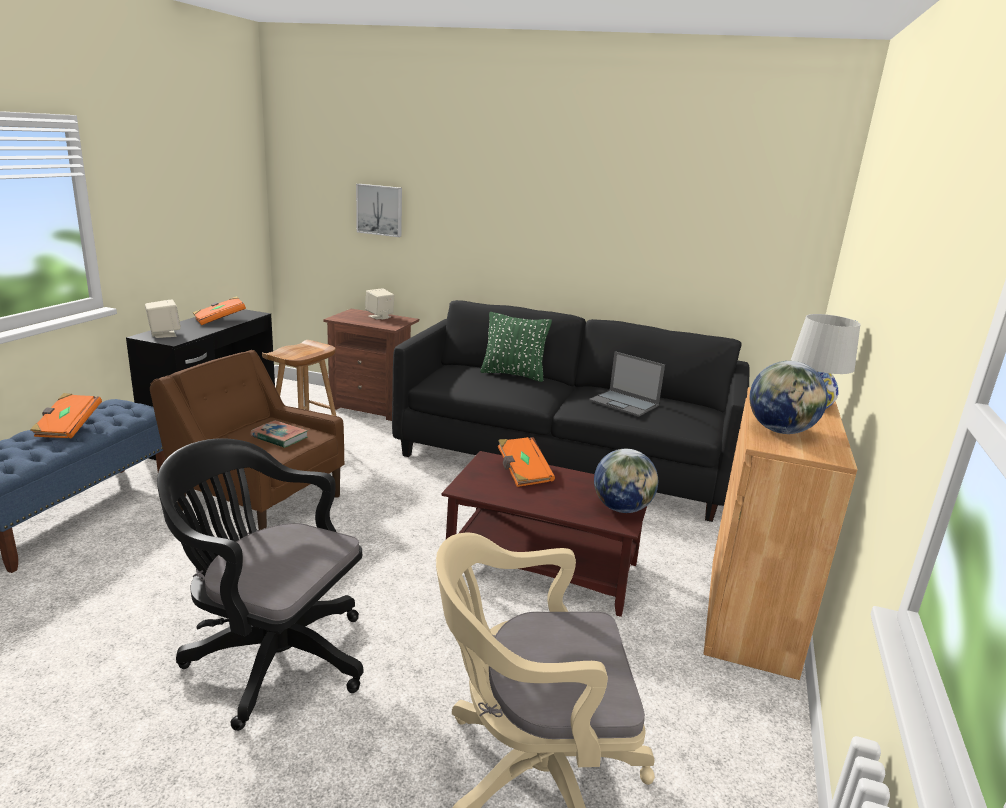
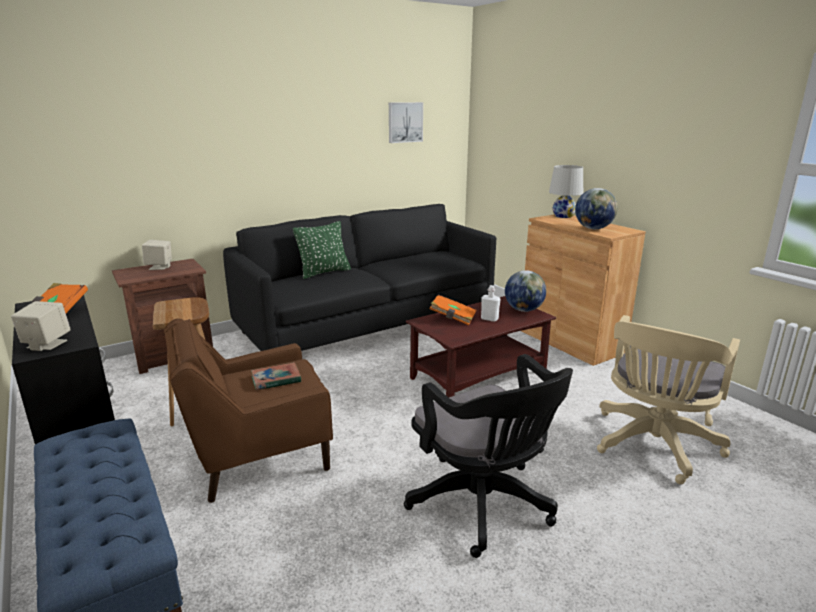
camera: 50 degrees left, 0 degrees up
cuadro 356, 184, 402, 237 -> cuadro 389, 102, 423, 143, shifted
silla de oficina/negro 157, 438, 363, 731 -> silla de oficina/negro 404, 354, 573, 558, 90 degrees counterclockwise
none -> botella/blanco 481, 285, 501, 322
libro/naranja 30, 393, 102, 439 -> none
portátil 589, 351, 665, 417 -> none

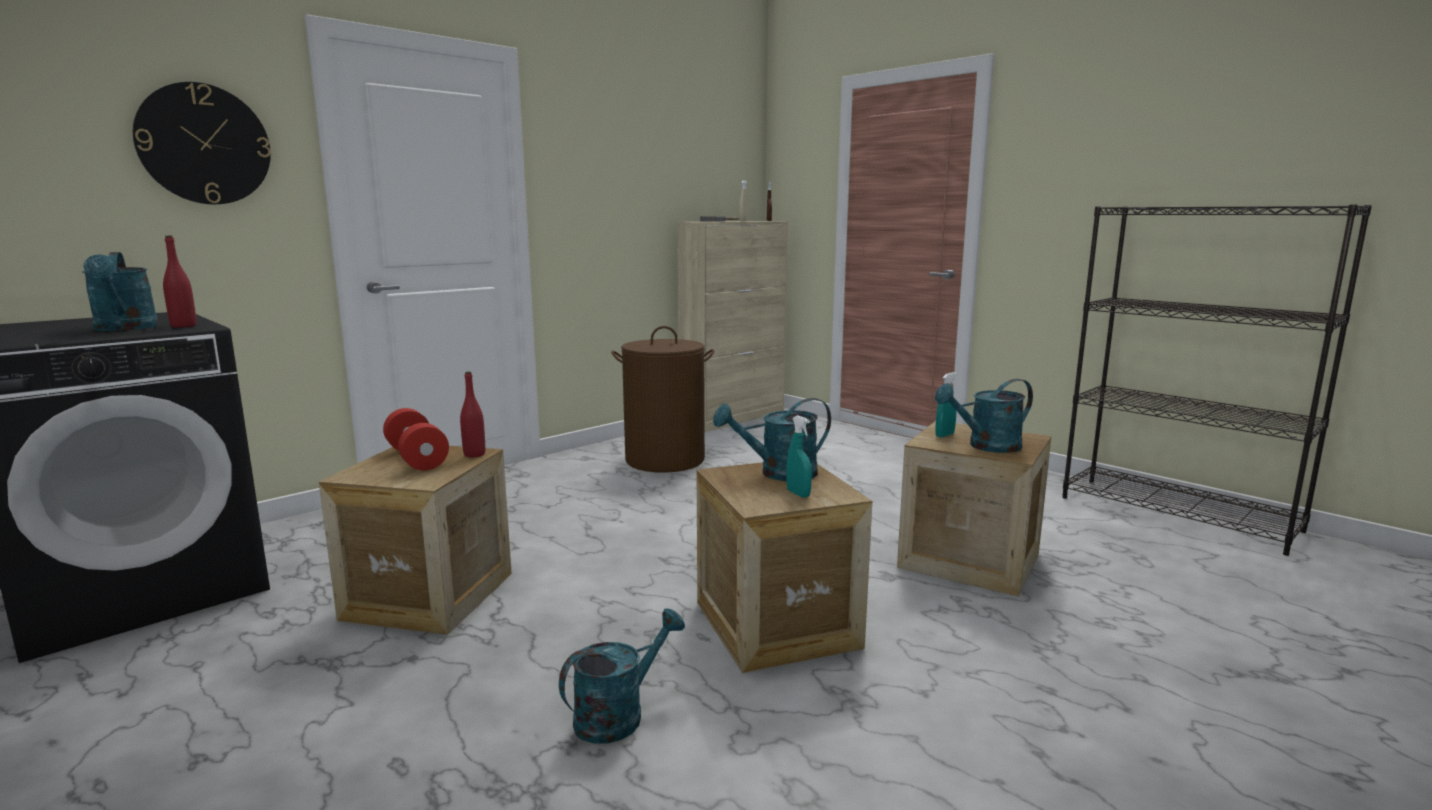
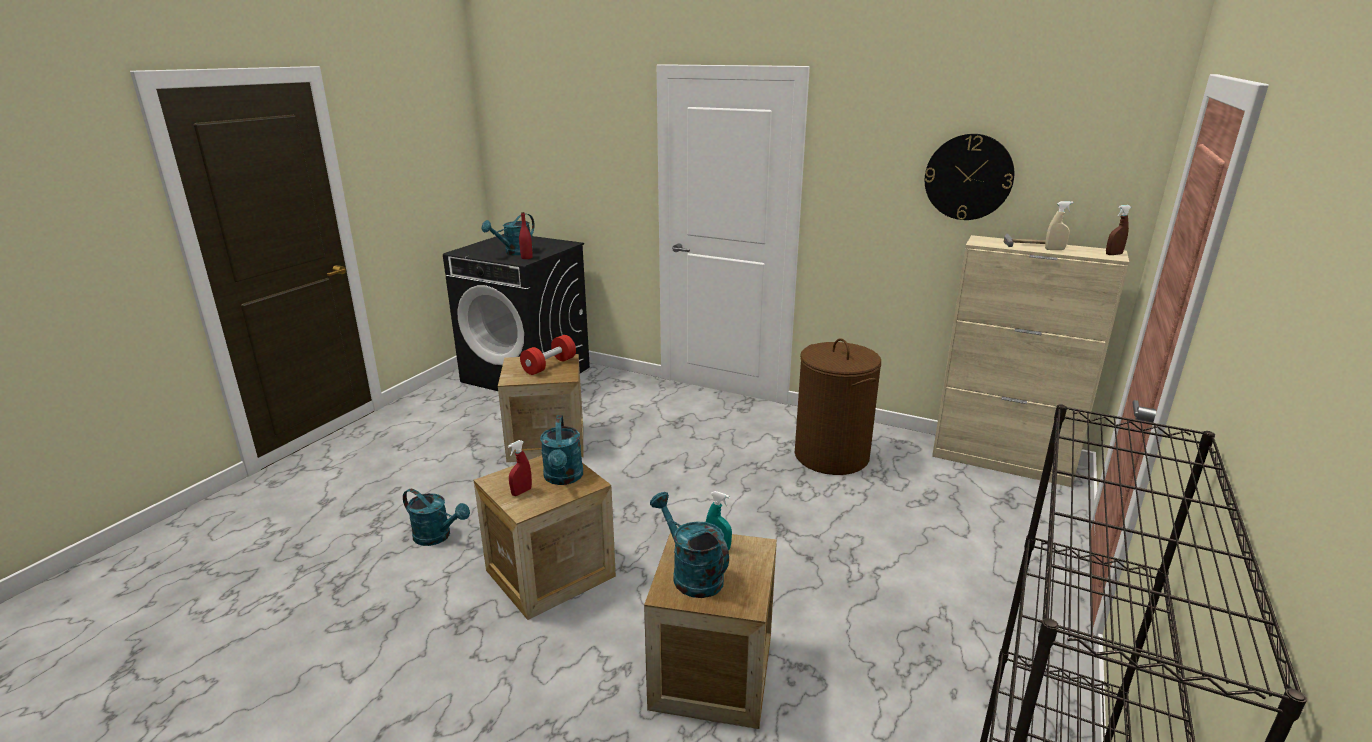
camera: 70 degrees right, 10 degrees up
pulverizador/turquesa 786, 416, 812, 498 -> pulverizador/rojo 508, 440, 532, 496
regadera/turquesa 713, 398, 831, 481 -> regadera/turquesa 540, 415, 583, 485, 150 degrees counterclockwise
reloj de pared 133, 82, 271, 204 -> reloj de pared 925, 134, 1014, 220, shifted
botella/rojo 460, 371, 485, 457 -> none

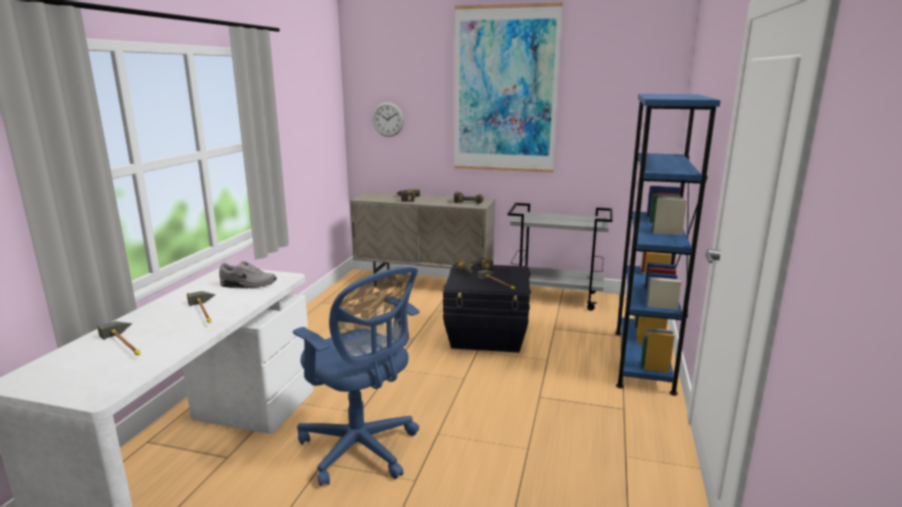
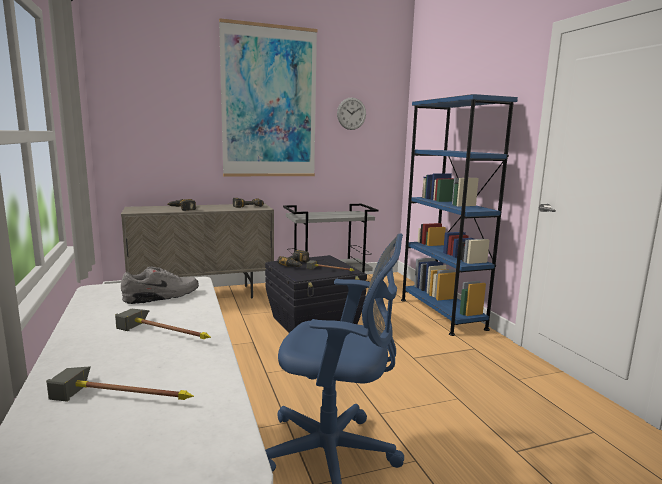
camera: 35 degrees left, 5 degrees down
reloj de pared 372, 102, 404, 137 -> reloj de pared 337, 97, 366, 130, shifted

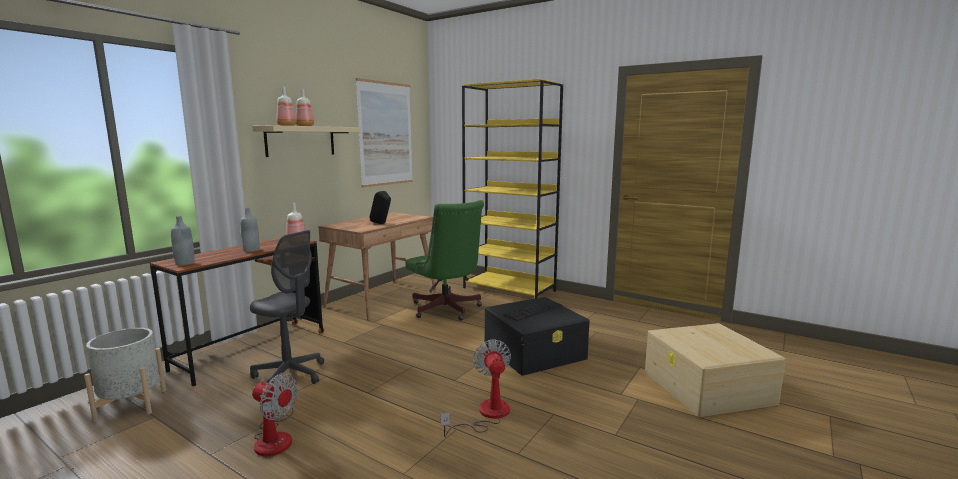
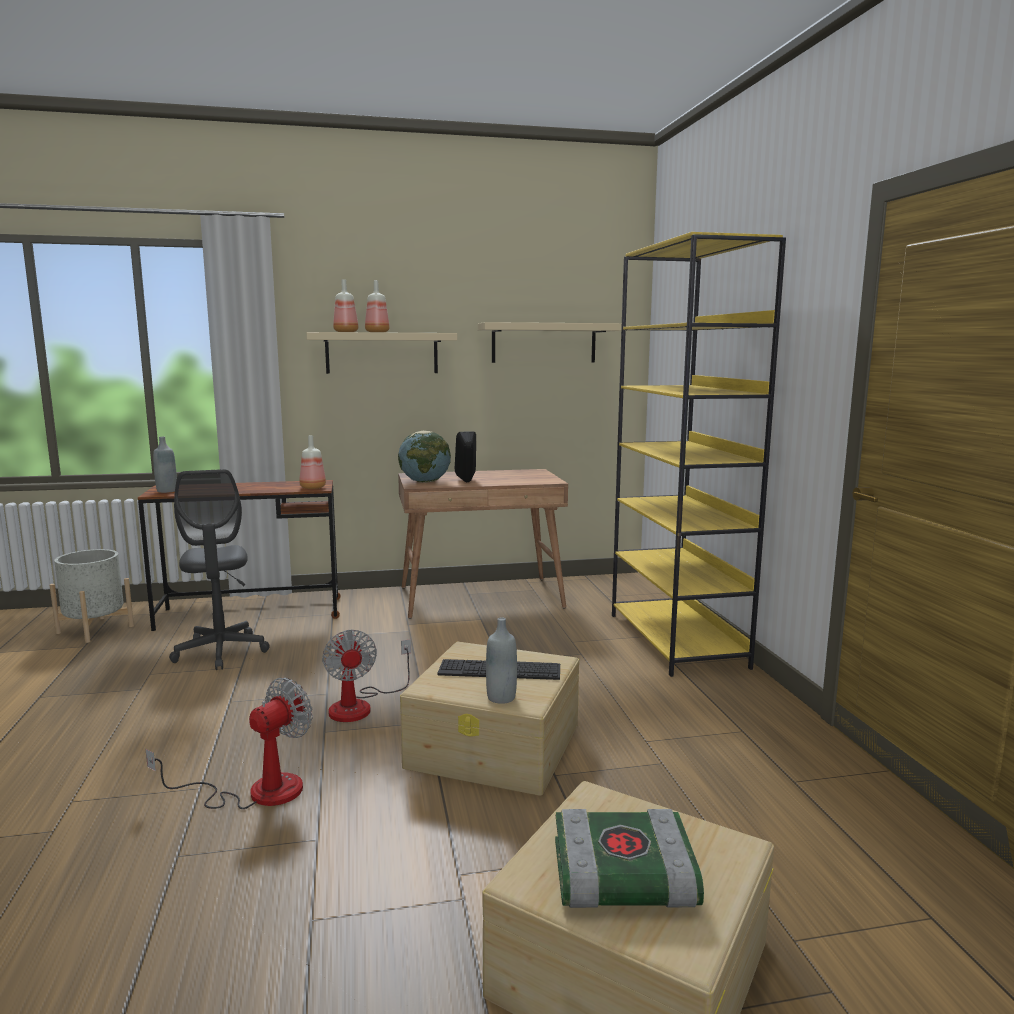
camera: 45 degrees right, 0 degrees up
ventilador 252, 373, 298, 457 -> ventilador 322, 630, 411, 722, shifted
none -> globo terráqueo 398, 431, 451, 483
caja de almacenaje/negro 484, 297, 590, 376 -> caja de almacenaje/beis 400, 641, 579, 796
cuadro 356, 78, 413, 188 -> estante/beis 478, 322, 622, 363
botella/gris 240, 208, 260, 252 -> botella/gris 486, 617, 517, 704, shifted
none -> libro 555, 809, 704, 908
silla de oficina/verde 405, 200, 484, 320 -> none

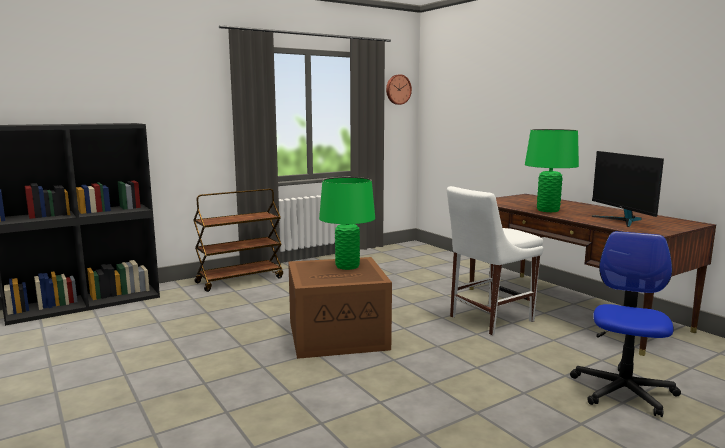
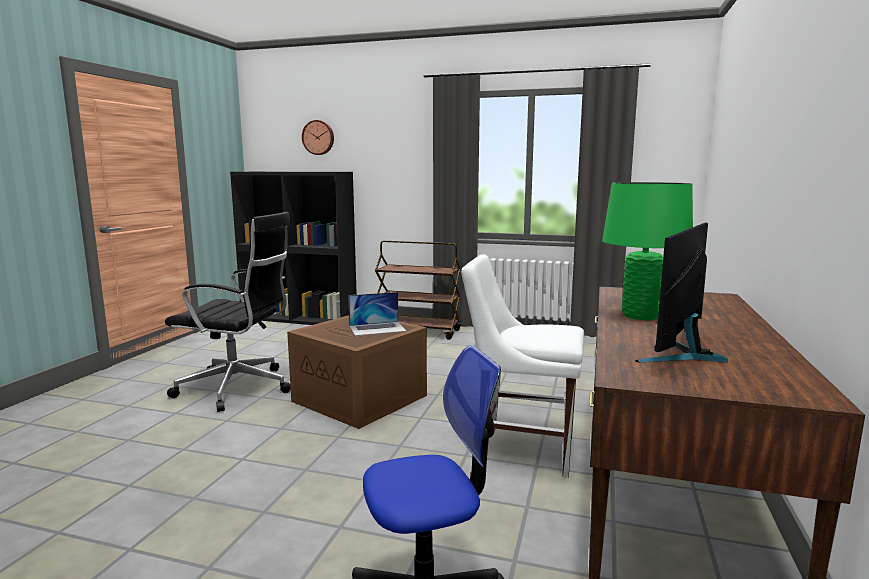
camera: 50 degrees right, 0 degrees up
none -> silla de oficina/negro 165, 212, 291, 412
reloj de pared 386, 74, 412, 105 -> reloj de pared 302, 120, 334, 155, shifted
lámpara de mesa/verde 319, 177, 375, 270 -> portátil 348, 292, 406, 336

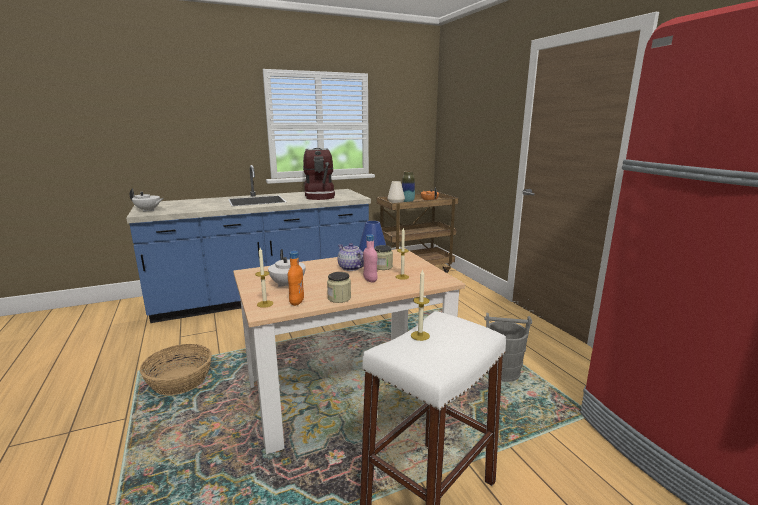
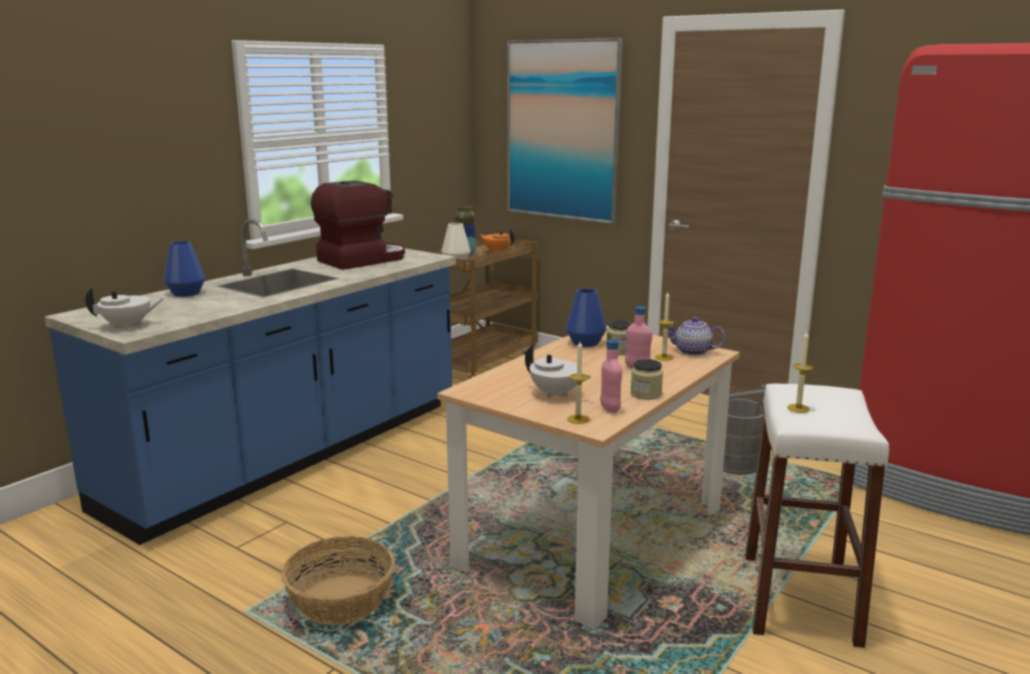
camera: 30 degrees left, 0 degrees up
none -> florero/azul 164, 241, 205, 297
cafetera 303, 148, 335, 200 -> cafetera 311, 180, 405, 270, 90 degrees counterclockwise
none -> cuadro 507, 38, 623, 224
botella/naranja 288, 251, 304, 306 -> botella/rosa 600, 339, 622, 413
tetera 338, 243, 364, 271 -> tetera 668, 317, 726, 356, shifted

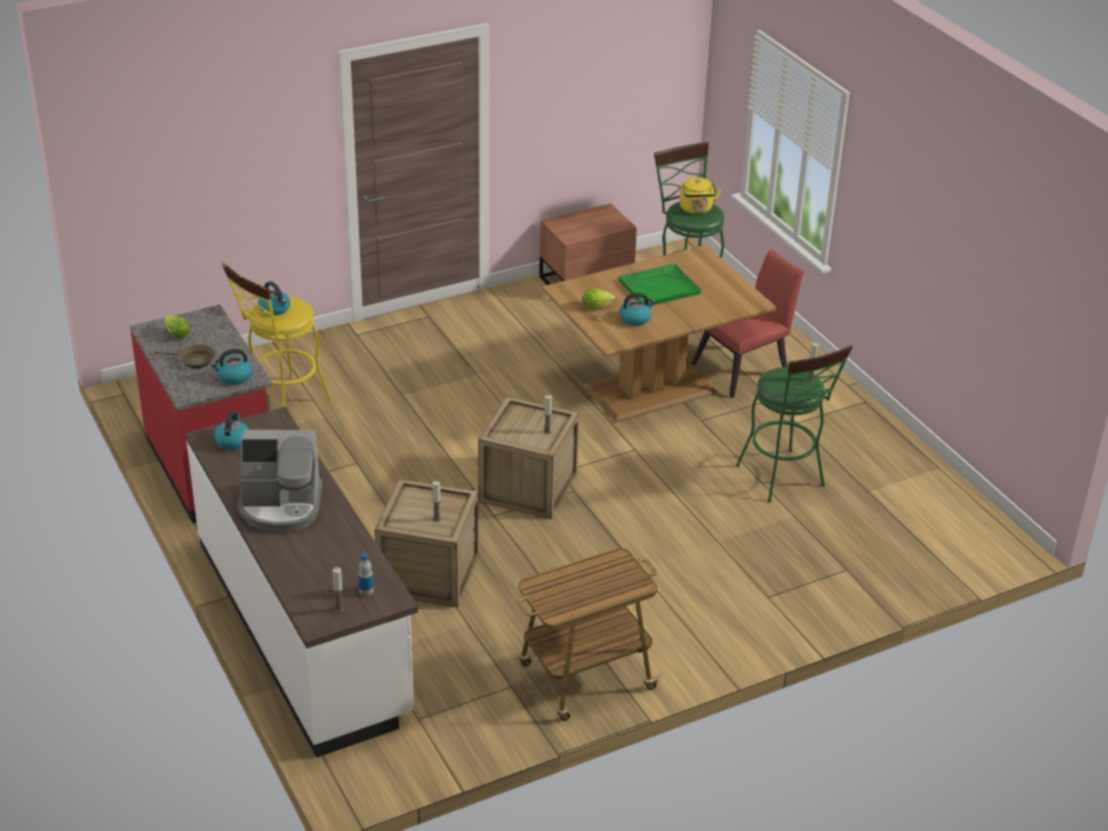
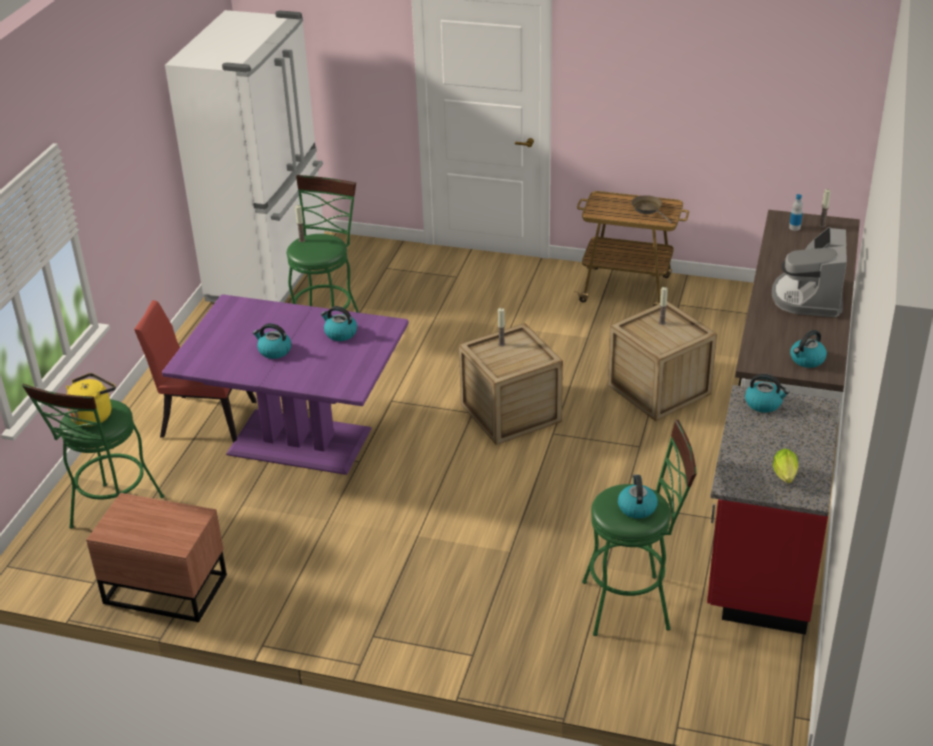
camera: 135 degrees left, 0 degrees up
mesa de comedor/marrón 543, 245, 776, 422 -> mesa de comedor/morado 162, 294, 409, 475
none -> nevera/blanco 165, 10, 324, 303
bandeja/verde 619, 264, 701, 305 -> hervidor 253, 323, 291, 359
taburete/amarillo 222, 263, 332, 407 -> taburete/verde 582, 420, 697, 636
sartén/marrón 154, 345, 215, 369 -> sartén/marrón 631, 195, 673, 224, shifted
cafetera 237, 430, 323, 531 -> cafetera 772, 227, 847, 317, 120 degrees counterclockwise
lechuga 582, 289, 616, 309 -> none

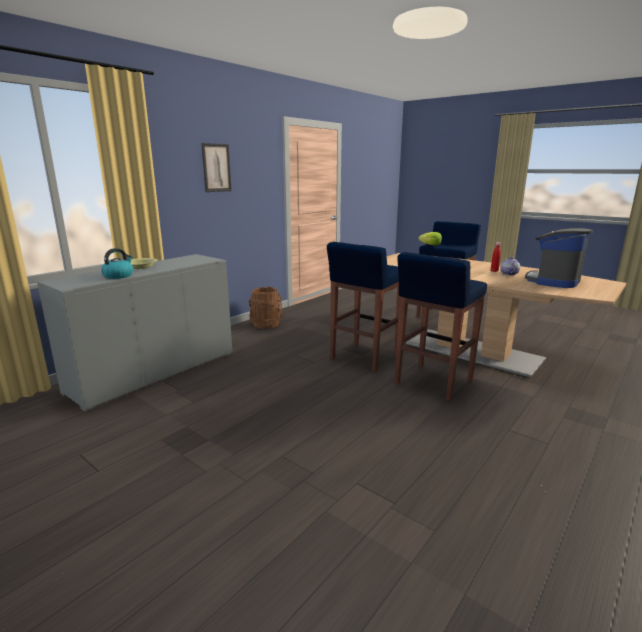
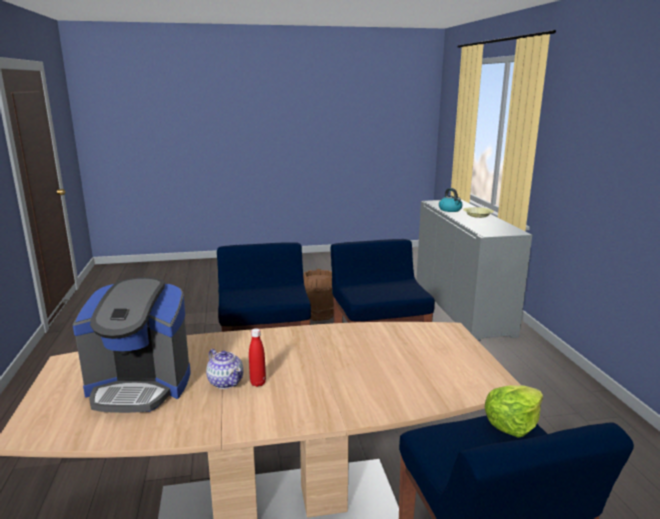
camera: 130 degrees right, 0 degrees up
cafetera 525, 228, 593, 288 -> cafetera 73, 277, 191, 413, 105 degrees clockwise
cubo/marrón 249, 286, 282, 329 -> cubo/marrón 303, 269, 334, 321, shifted
cuadro 202, 143, 232, 192 -> none

